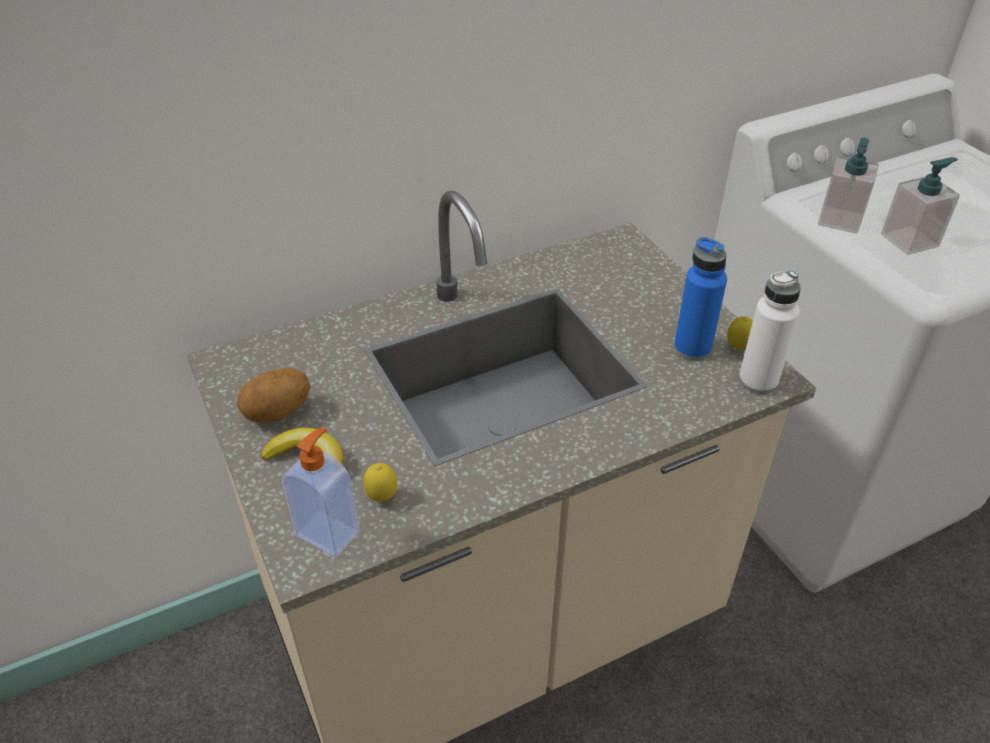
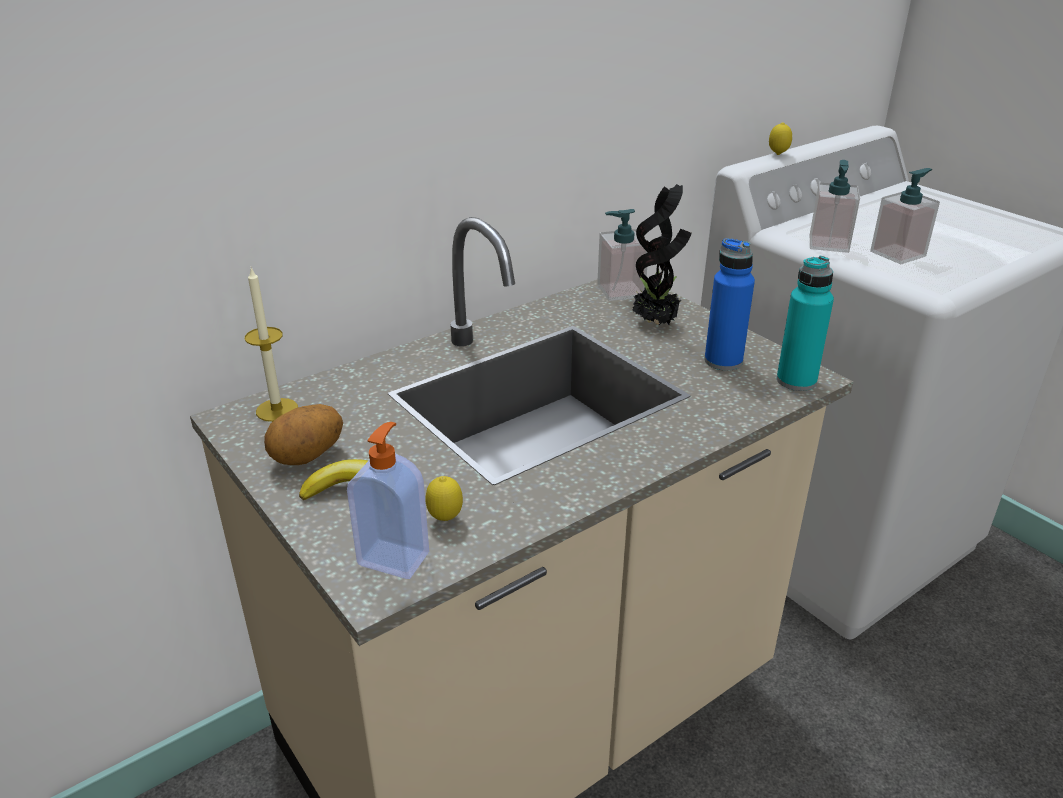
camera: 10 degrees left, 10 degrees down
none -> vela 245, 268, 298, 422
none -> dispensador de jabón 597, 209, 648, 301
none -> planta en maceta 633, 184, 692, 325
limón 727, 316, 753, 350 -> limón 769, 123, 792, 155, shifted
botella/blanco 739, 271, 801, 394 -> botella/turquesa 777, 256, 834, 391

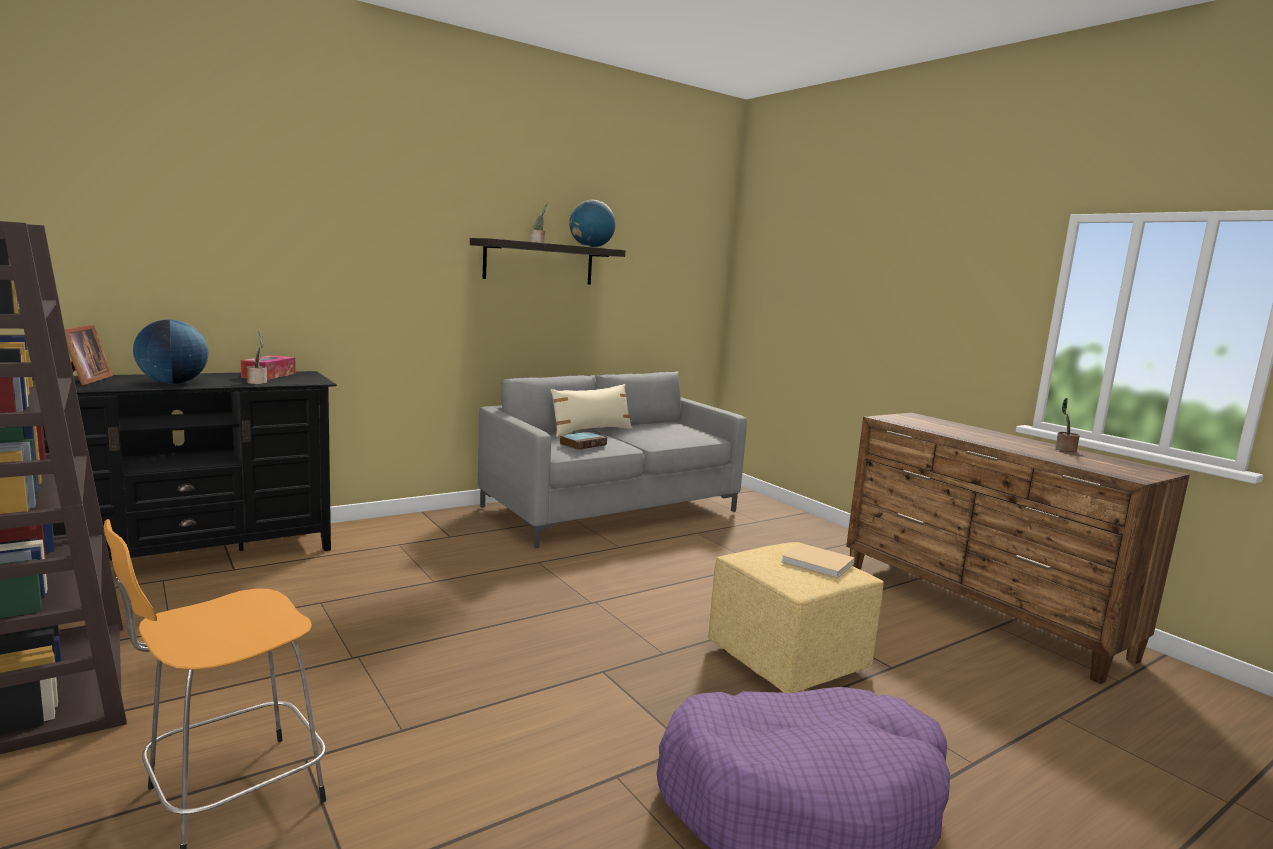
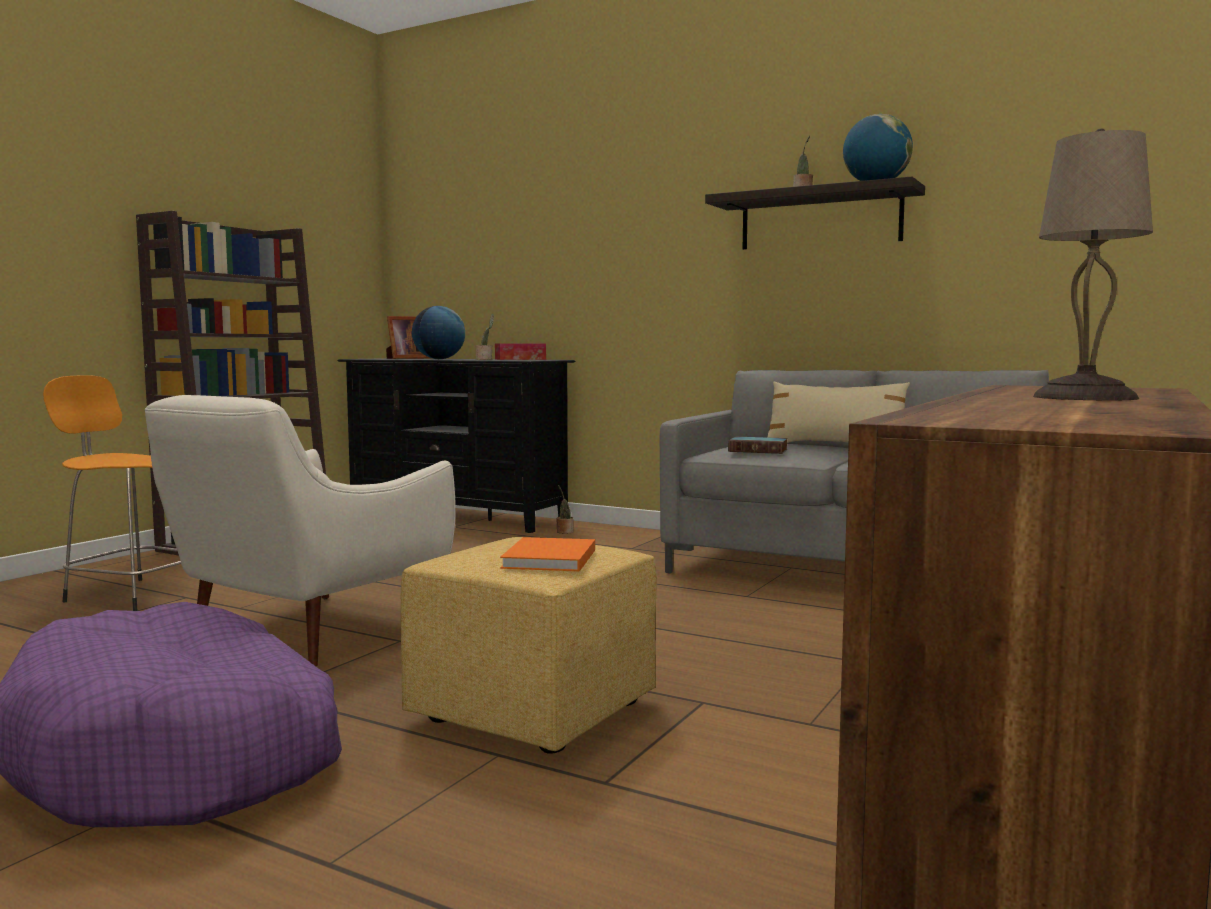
camera: 65 degrees right, 5 degrees down
none -> sillón/blanco 145, 395, 456, 666
libro/beis 781, 543, 855, 578 -> libro/naranja 500, 537, 595, 571
planta en maceta 1055, 398, 1080, 452 -> planta en maceta 556, 485, 573, 534, shifted
none -> lámpara de mesa/beis 1033, 128, 1153, 400

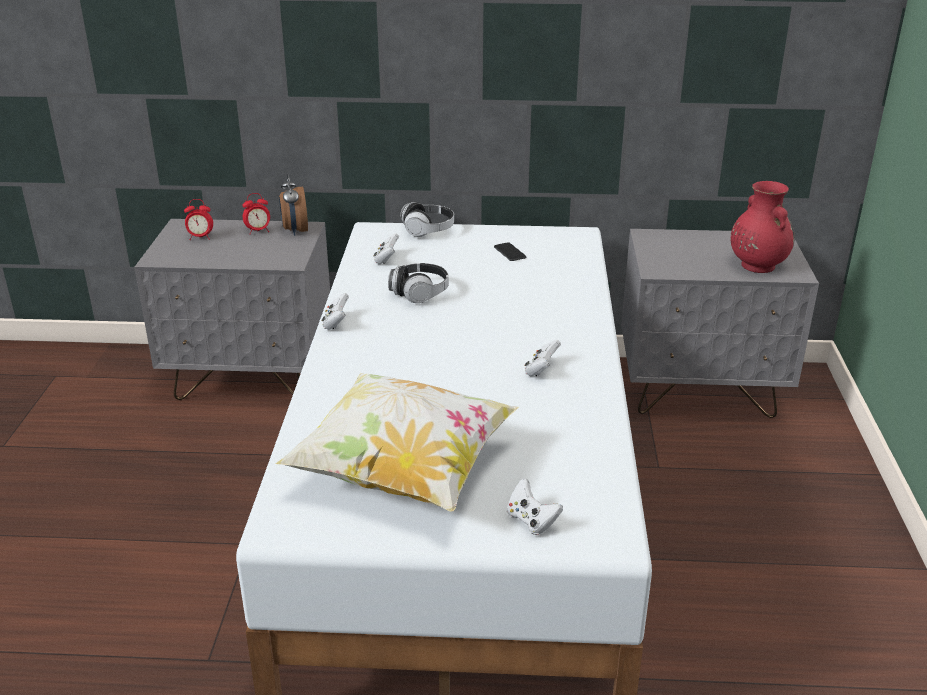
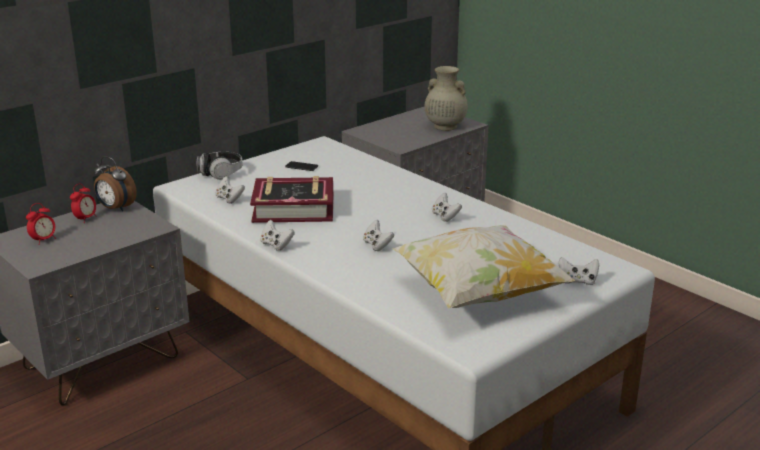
camera: 45 degrees left, 5 degrees down
auriculares 388, 263, 449, 303 -> libro 250, 176, 333, 223
none -> mando de consola/blanco 363, 220, 394, 251
florero/rojo 731, 181, 795, 273 -> florero/beis 424, 66, 468, 131

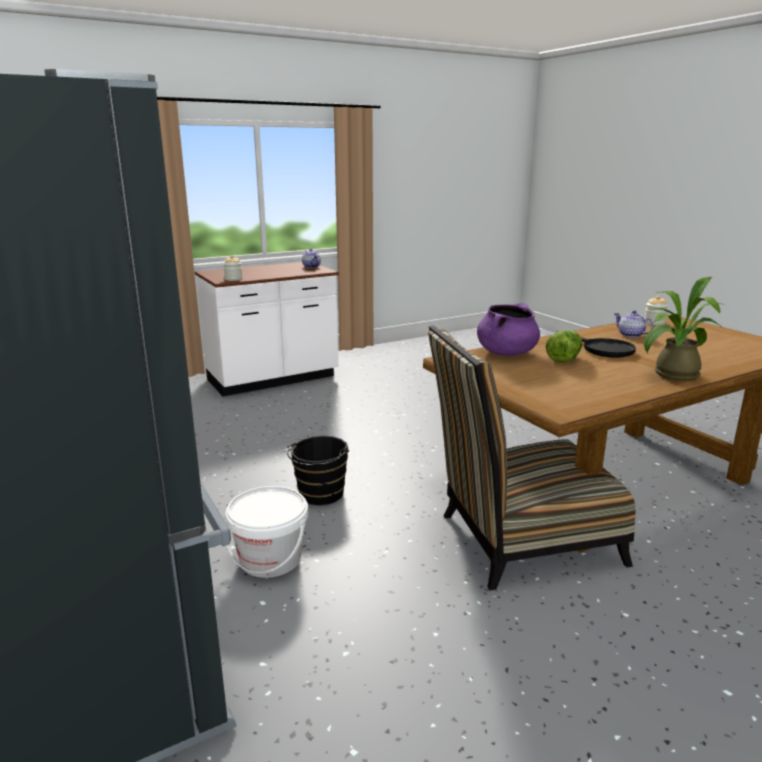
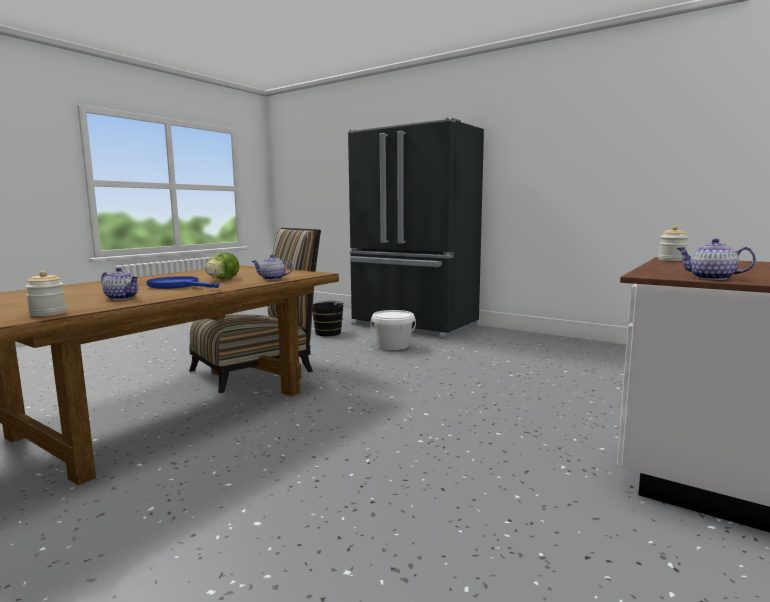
camera: 155 degrees right, 10 degrees down
sartén/negro 557, 331, 636, 358 -> sartén/azul 146, 276, 219, 289
olla/morado 477, 303, 540, 356 -> tetera 252, 254, 293, 280
cubo/negro 287, 436, 349, 505 -> cubo/negro 312, 301, 345, 336, shifted
planta en maceta 644, 277, 726, 381 -> none

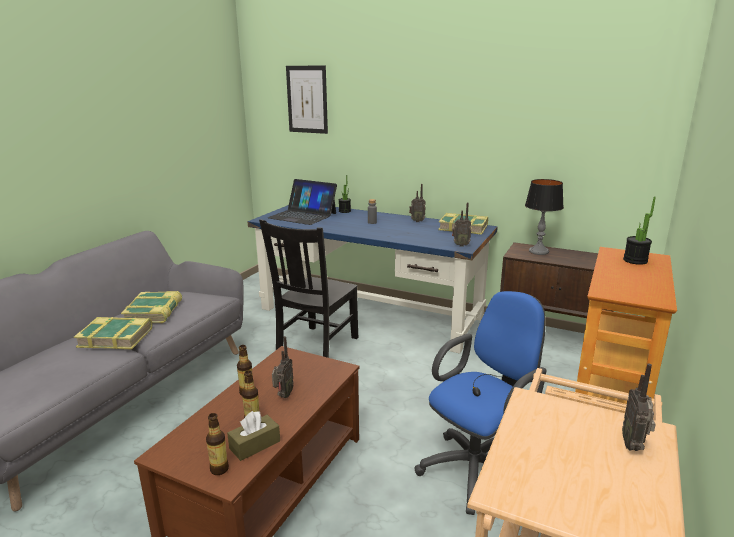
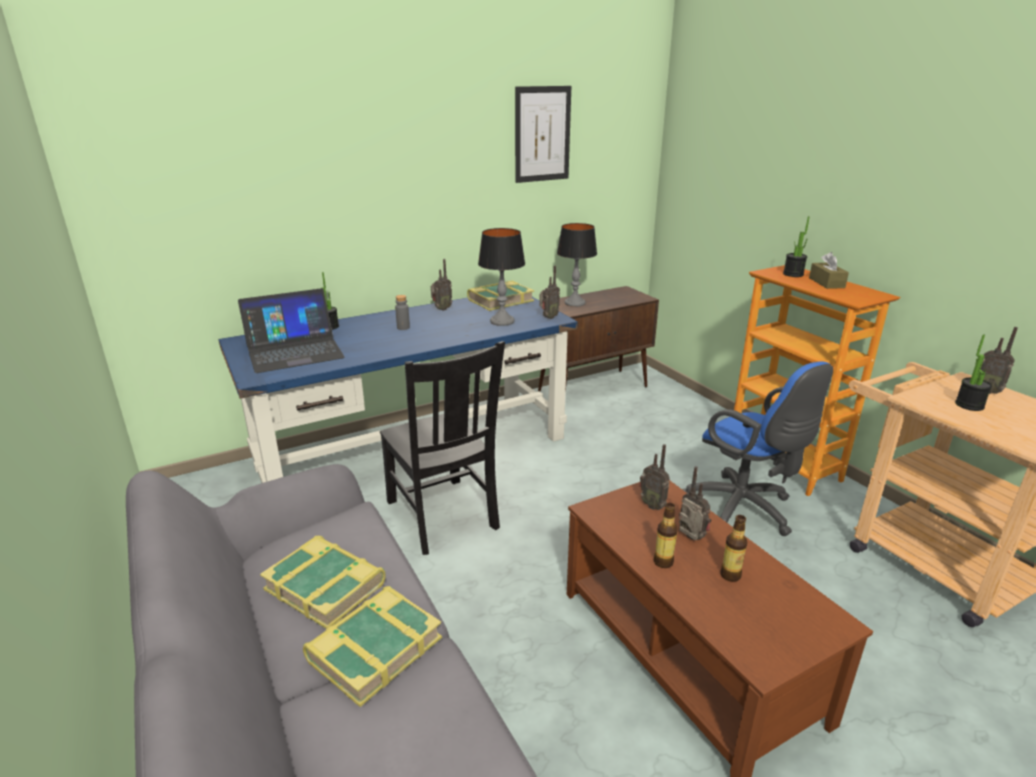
camera: 55 degrees left, 5 degrees up
none -> lámpara de mesa 478, 228, 525, 326
cuadro 286, 66, 328, 134 -> cuadro 515, 86, 571, 183, shifted
none -> radio 640, 444, 669, 510
silla de oficina/azul 415, 291, 546, 515 -> silla de oficina/azul 682, 361, 833, 536, 150 degrees clockwise
caja de pañuelos/marrón 227, 411, 280, 461 -> caja de pañuelos/marrón 809, 252, 849, 289, shifted
none -> planta en maceta 955, 334, 992, 411
botella 206, 413, 229, 475 -> none

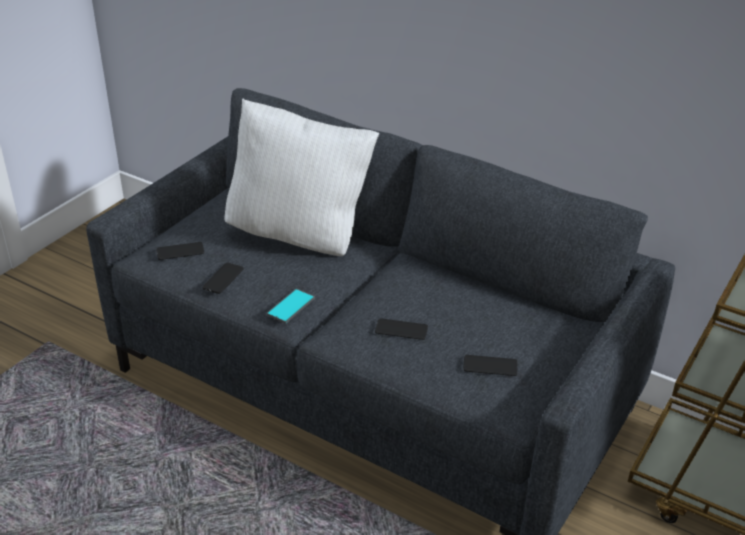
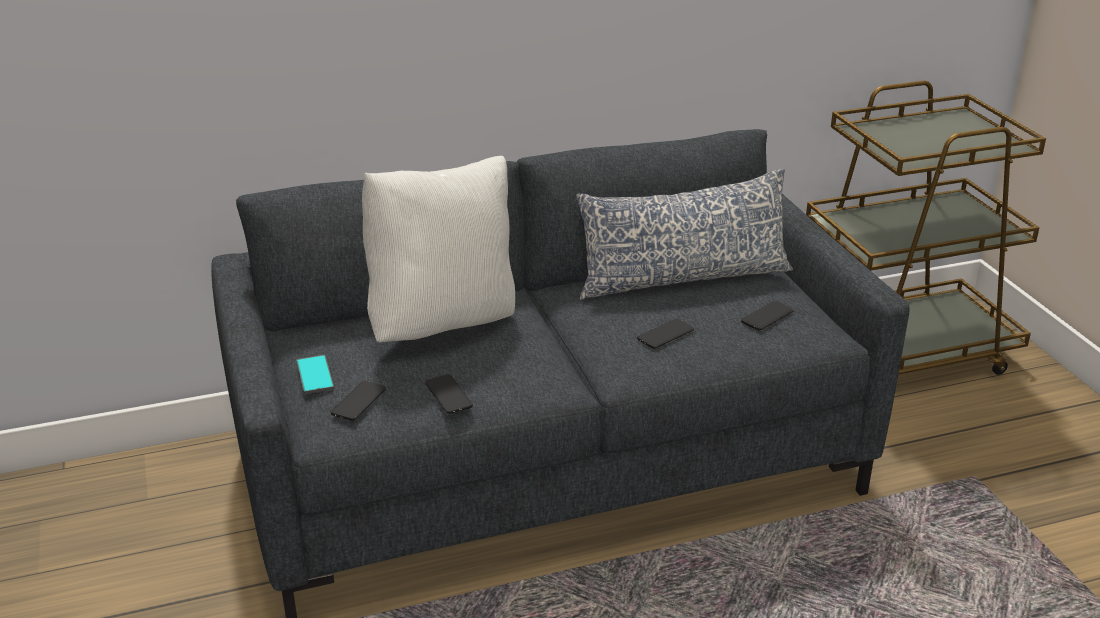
camera: 50 degrees left, 5 degrees down
móvil 267, 288, 315, 323 -> móvil 296, 355, 334, 394, shifted
none -> cojín 576, 168, 793, 300

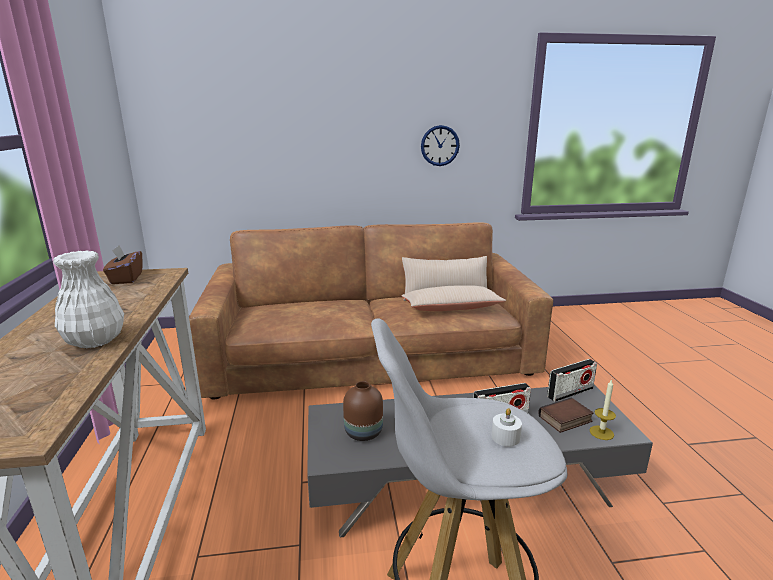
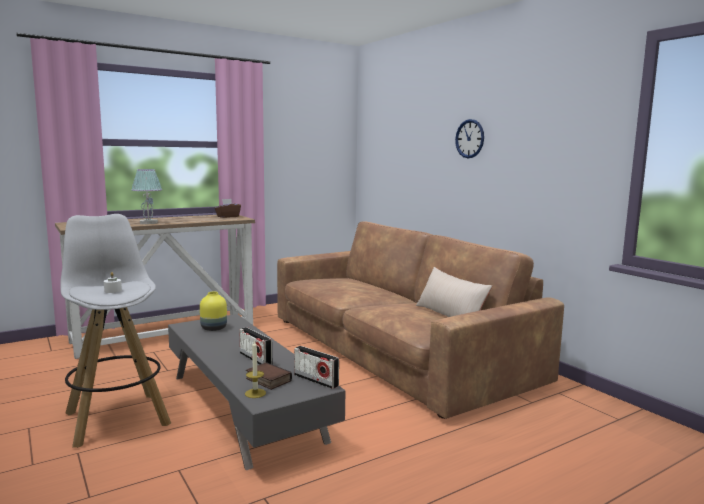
camera: 65 degrees right, 10 degrees down
florero/blanco 53, 251, 124, 348 -> lámpara de mesa 131, 169, 162, 224
florero/marrón 343, 381, 383, 441 -> florero/amarillo 200, 292, 227, 331
reloj de pared 421, 125, 460, 166 -> reloj de pared 455, 119, 484, 158, shifted
cojín/beis 401, 285, 506, 311 -> none

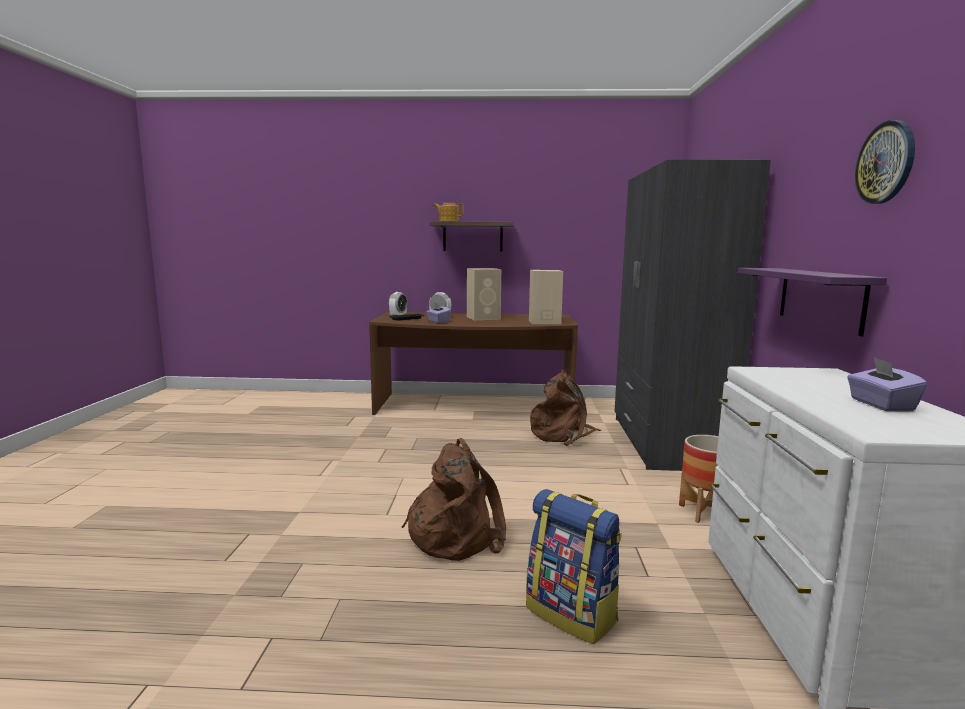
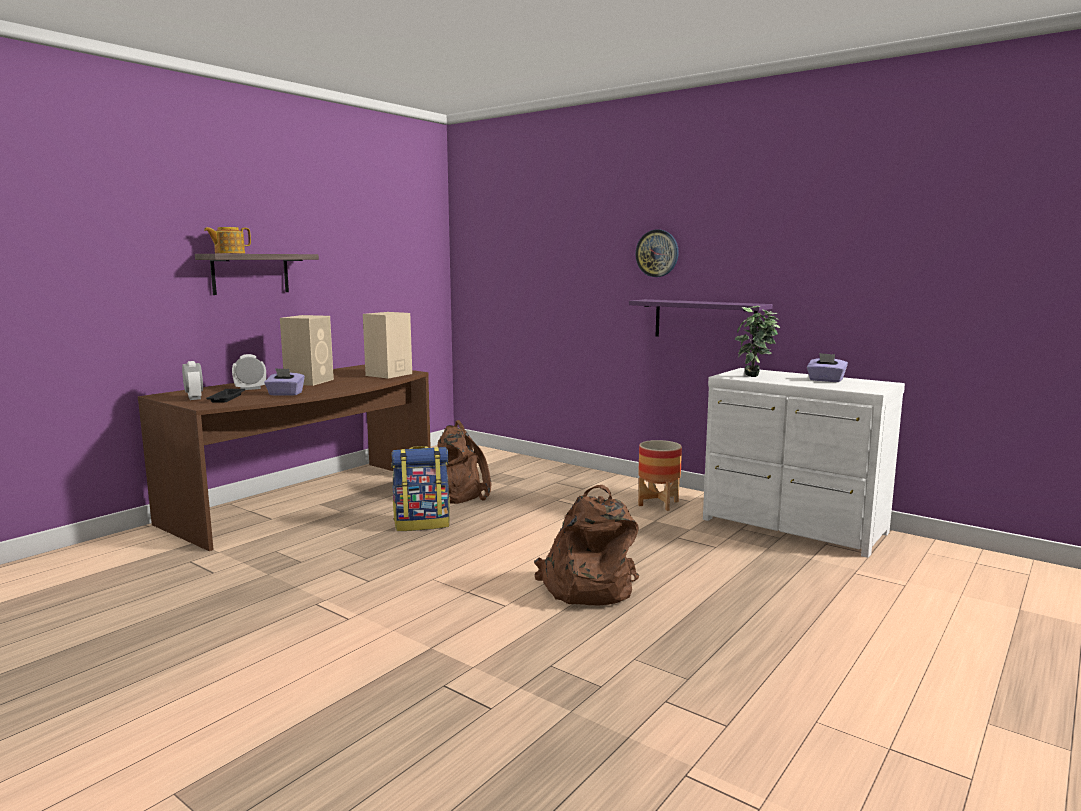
camera: 55 degrees left, 0 degrees up
mochila 526, 489, 622, 644 -> mochila 391, 446, 450, 531, shifted
reloj de pared 855, 120, 915, 204 -> reloj de pared 635, 230, 679, 277, shifted
none -> planta en maceta 735, 306, 780, 377
armario ropero/gris 615, 160, 771, 471 -> none

